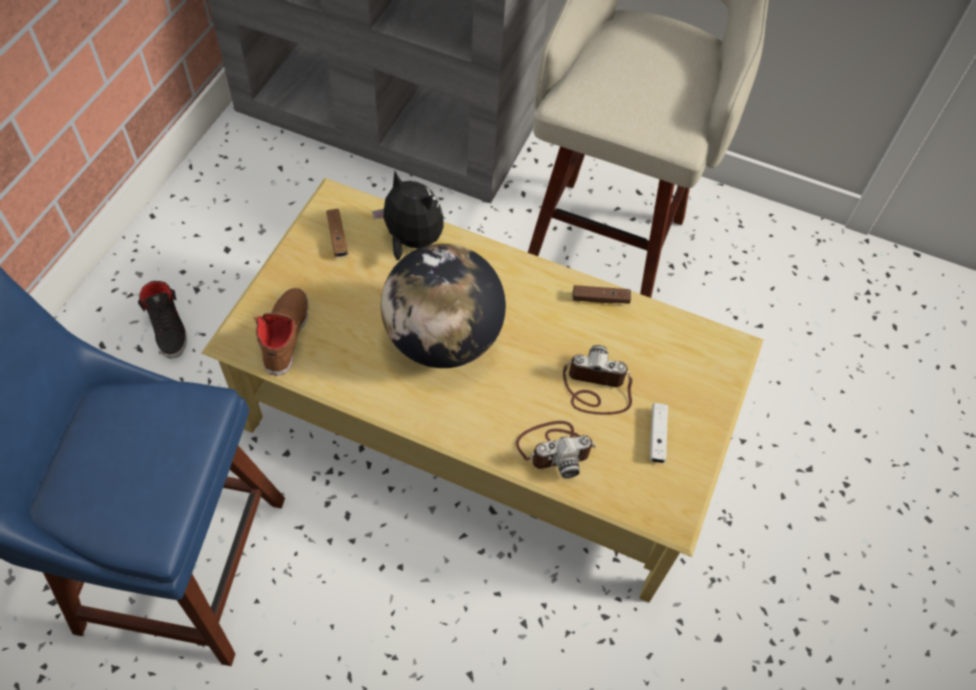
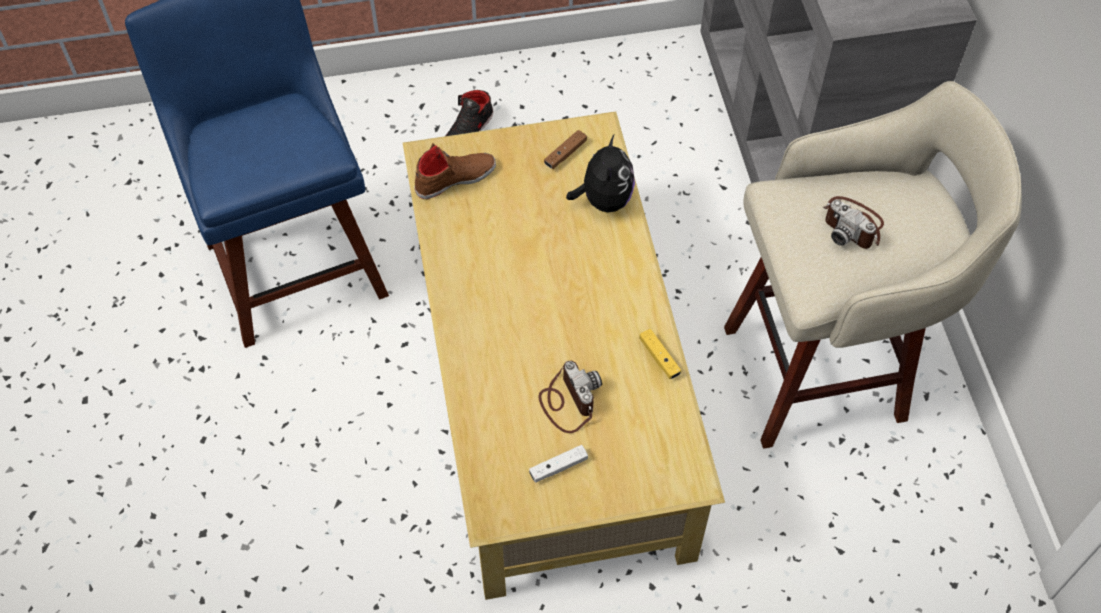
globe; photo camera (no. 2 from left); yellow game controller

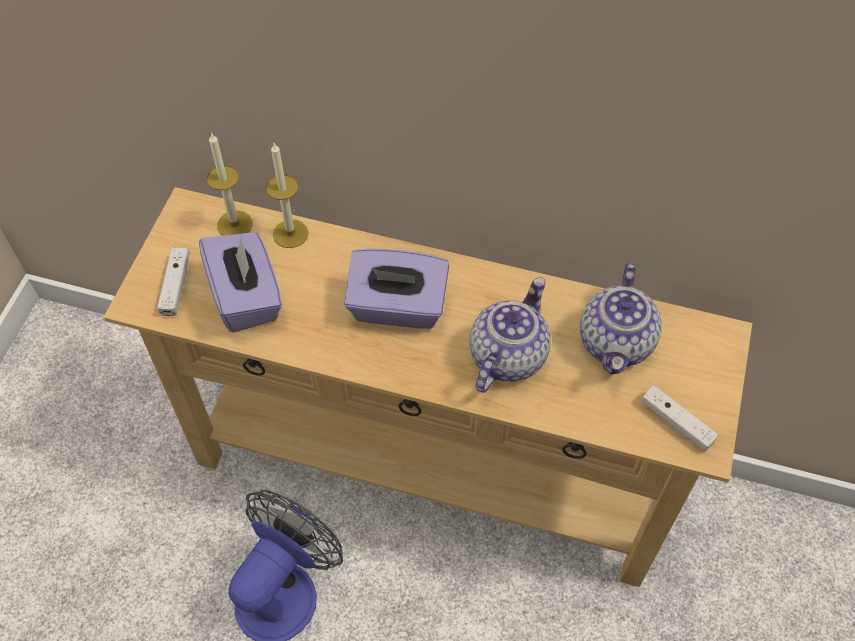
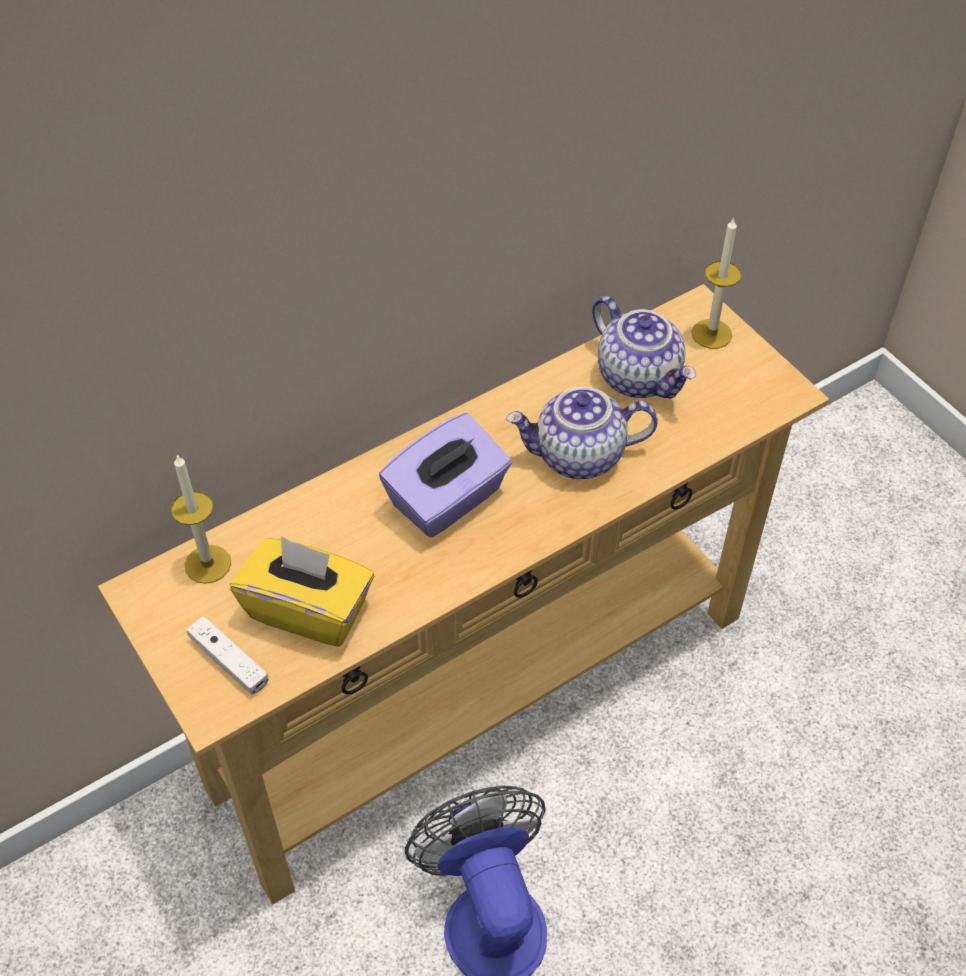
white game controller (no. 2 from left in the first image); candle (no. 2 from left); yellow tissue box; teapot (no. 1 from left)

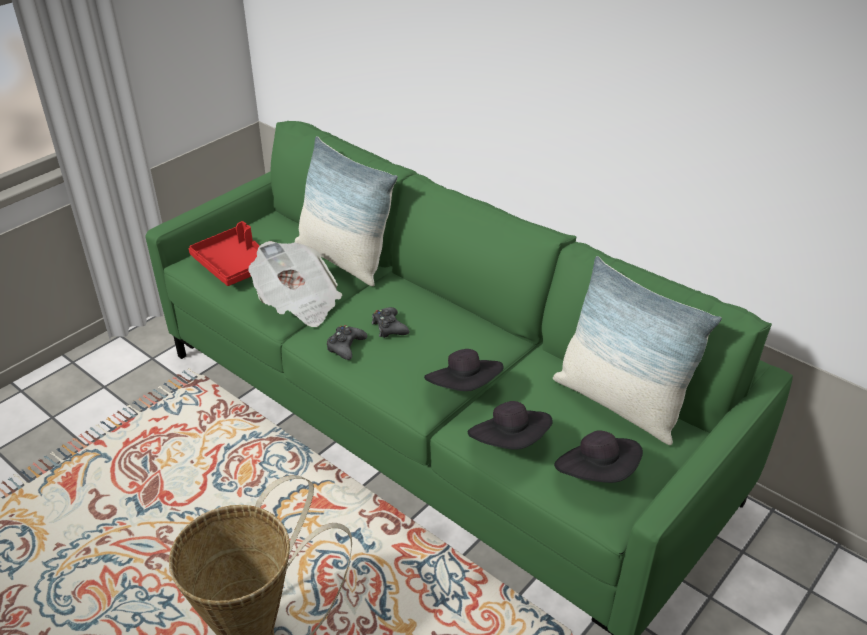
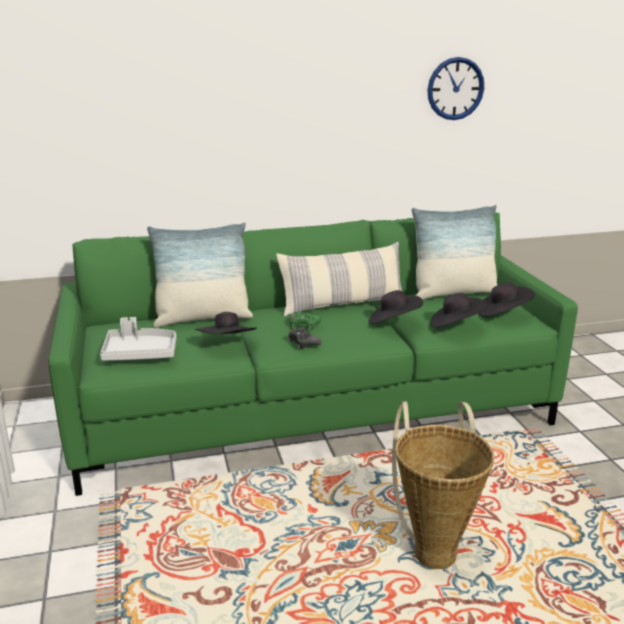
pillow (no. 2 from left); wall clock; black hat (no. 1 from left); grey tray; green game controller

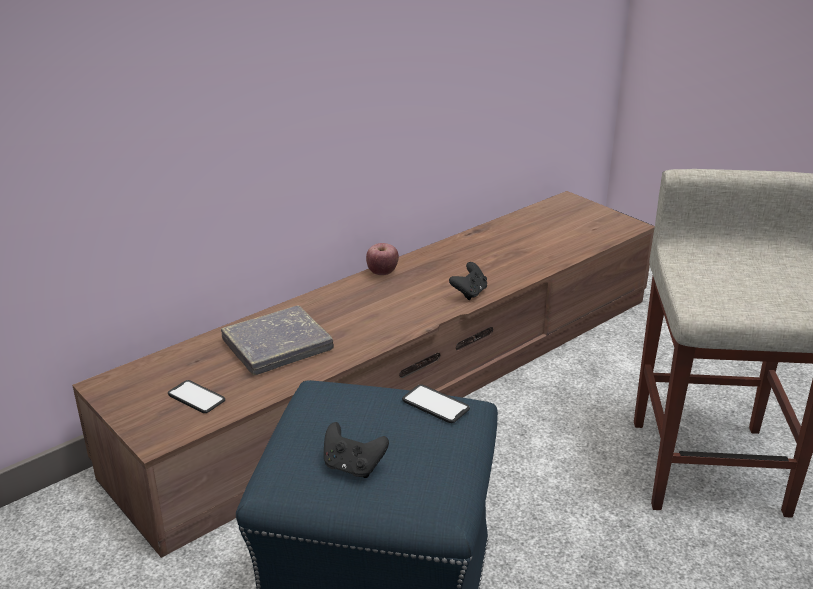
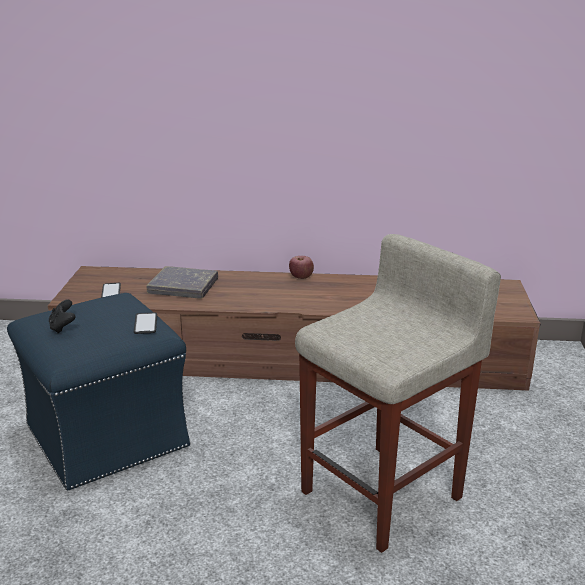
black game controller (no. 2 from left in the first image)

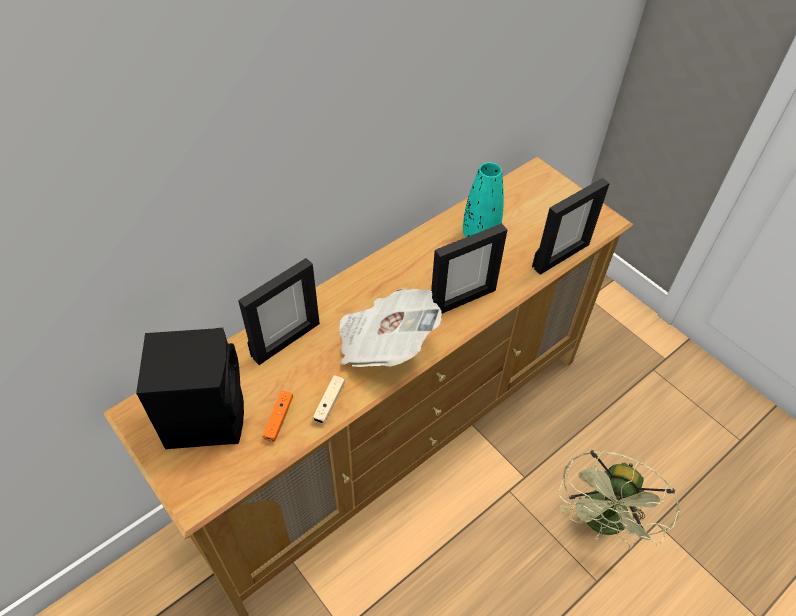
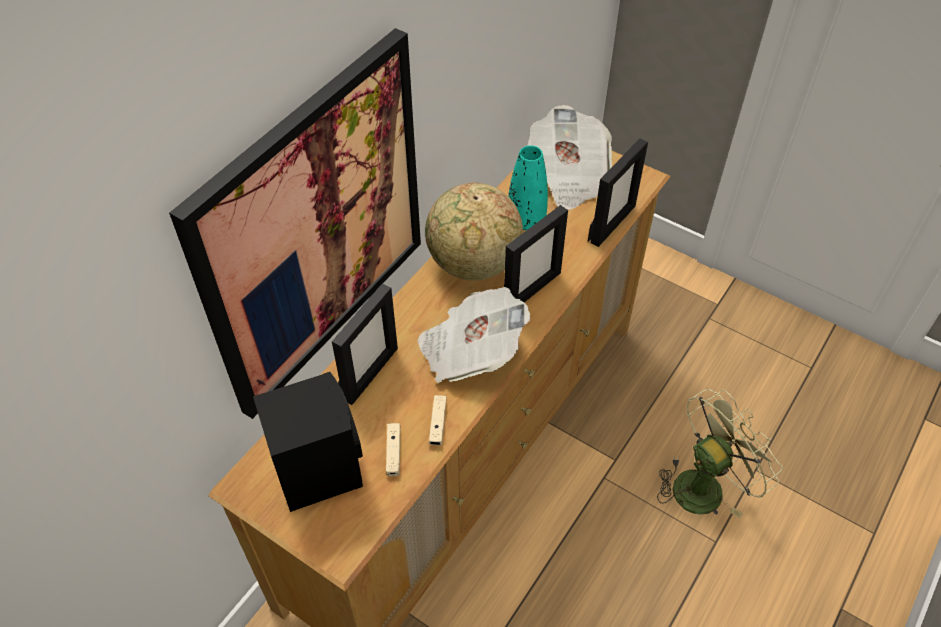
picture; globe; newspaper (no. 2 from left); beige game controller (no. 1 from left); green fan

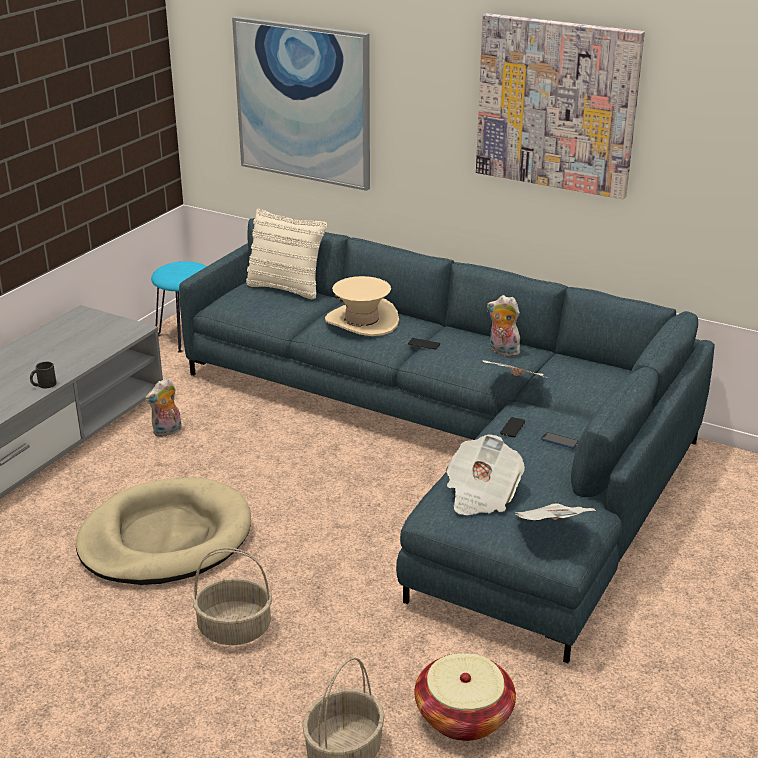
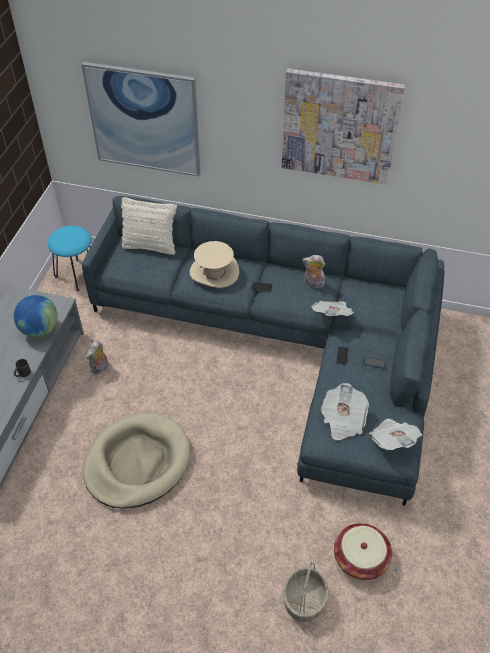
basket (no. 1 from left in the first image); globe

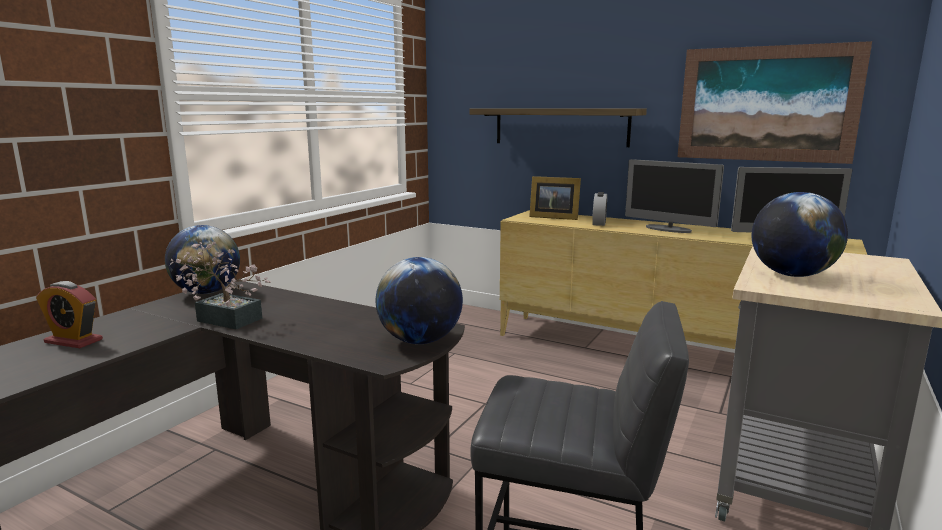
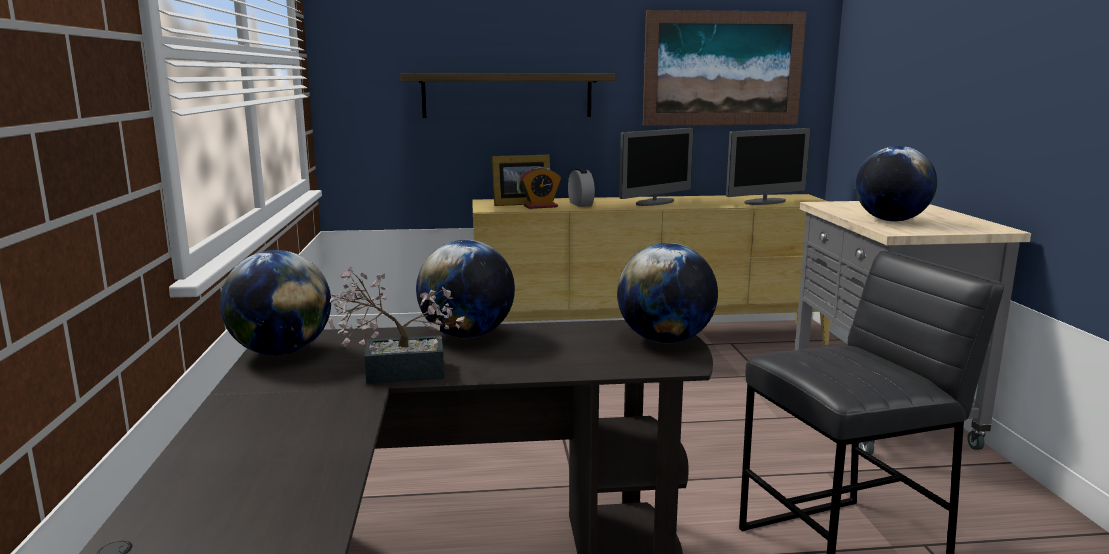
globe (no. 2 from left); alarm clock (no. 1 from left); monitor (no. 1 from left)

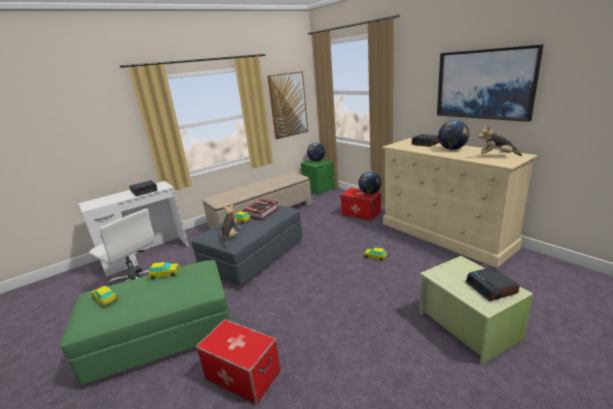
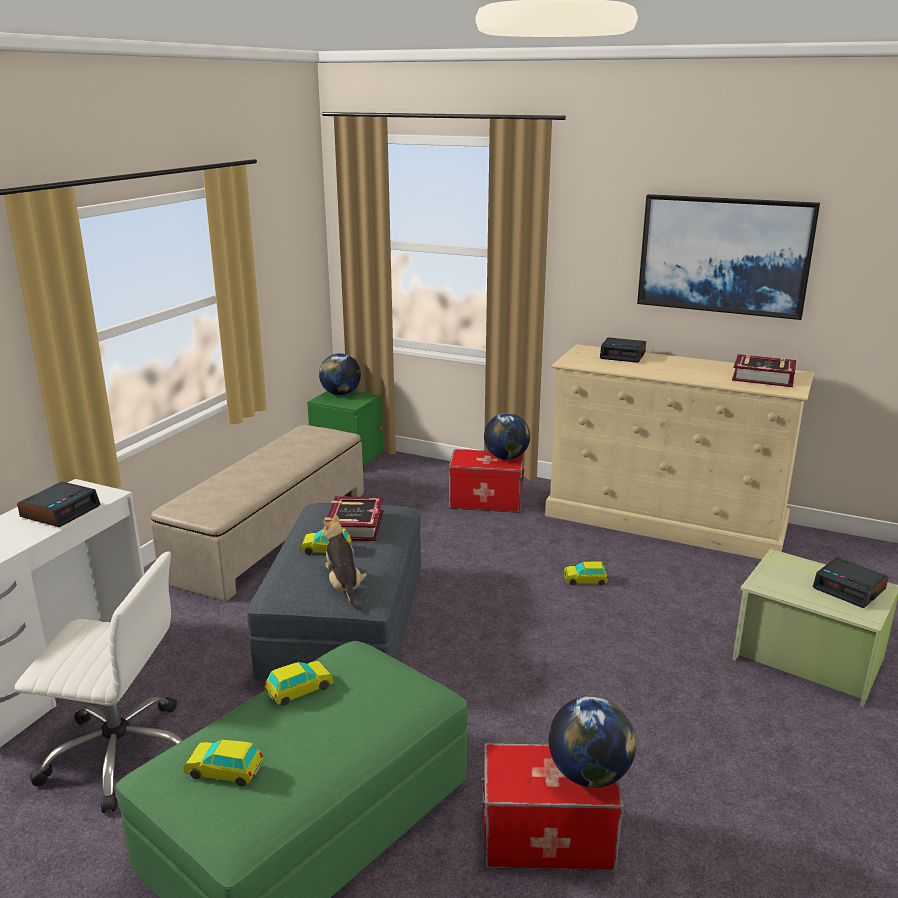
picture (no. 1 from left in the first image); globe (no. 3 from left); book (no. 2 from left)

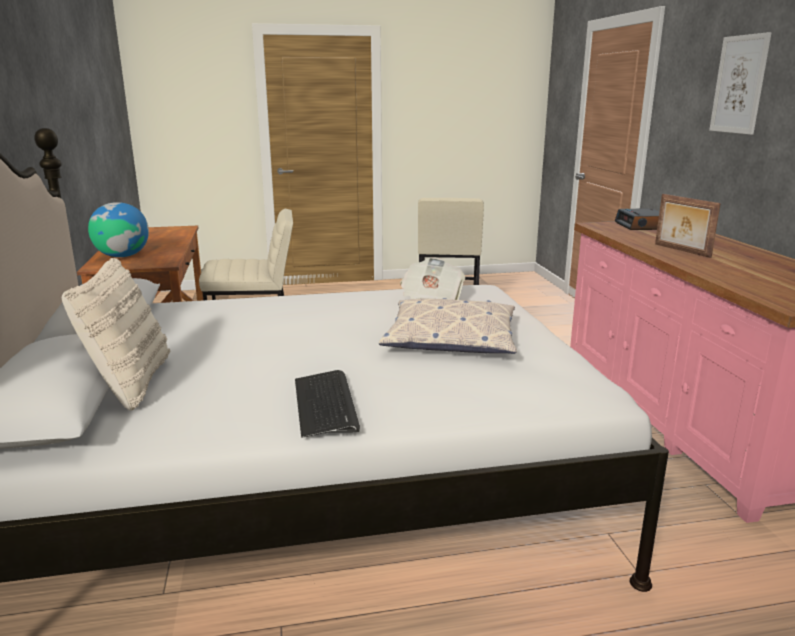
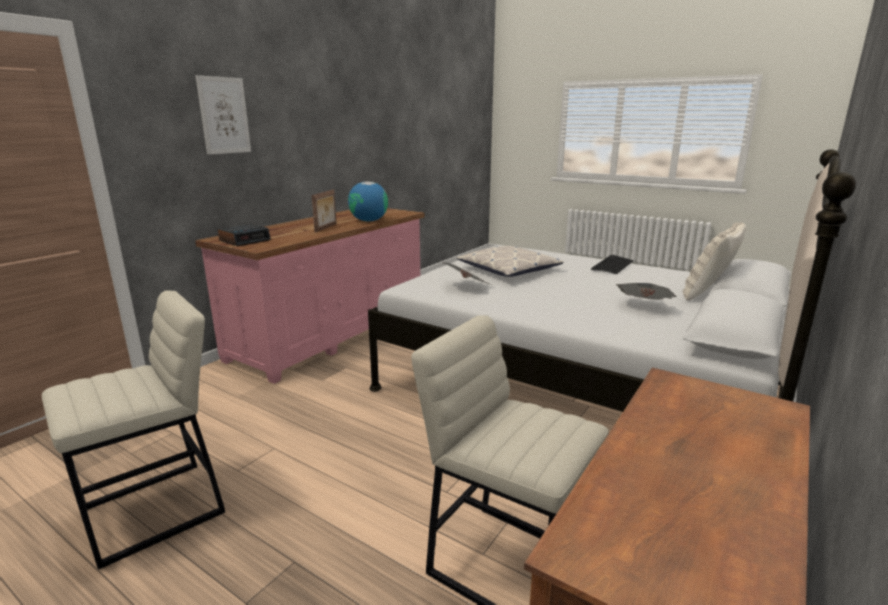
newspaper (no. 2 from left); globe

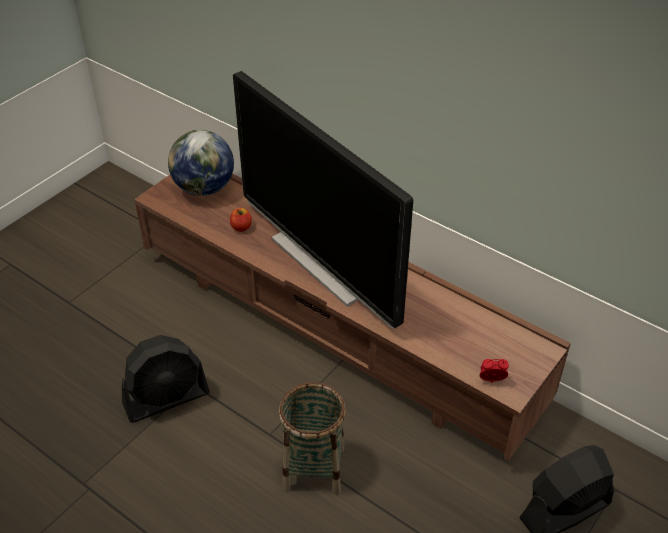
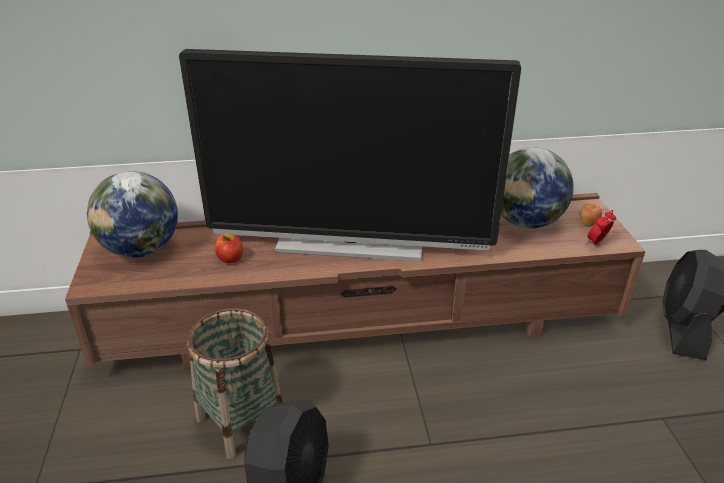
globe (no. 2 from left); apple (no. 2 from left); basket

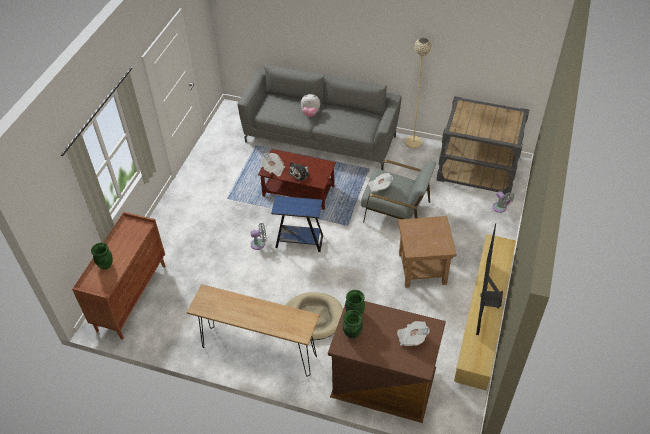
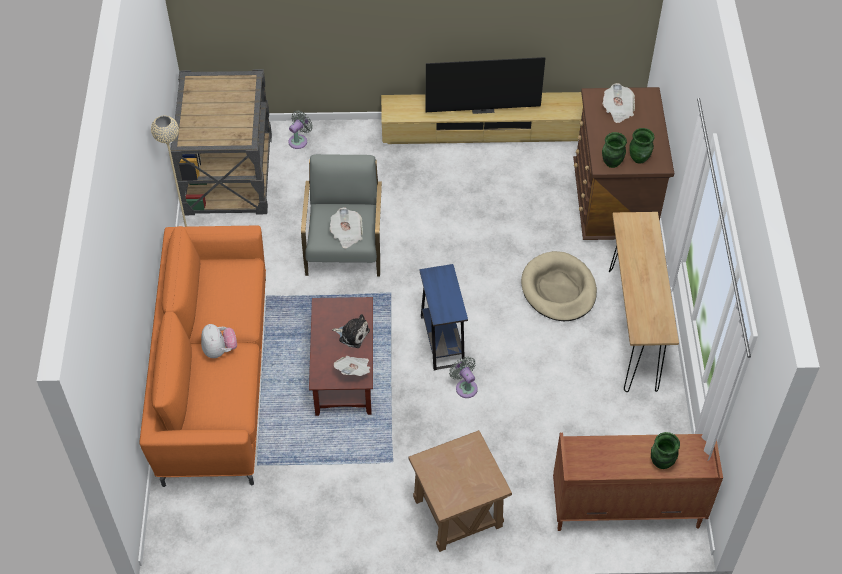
brown side table; orange sofa

